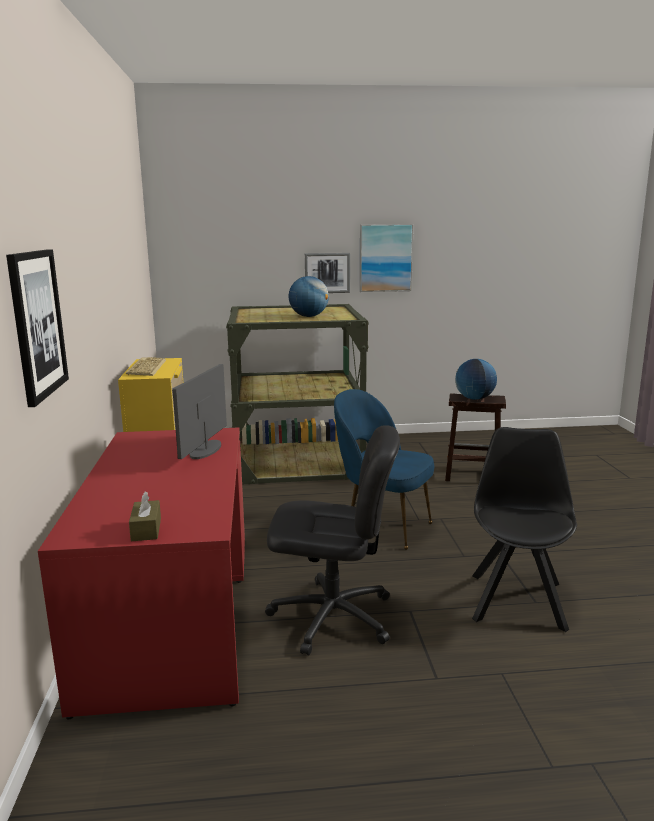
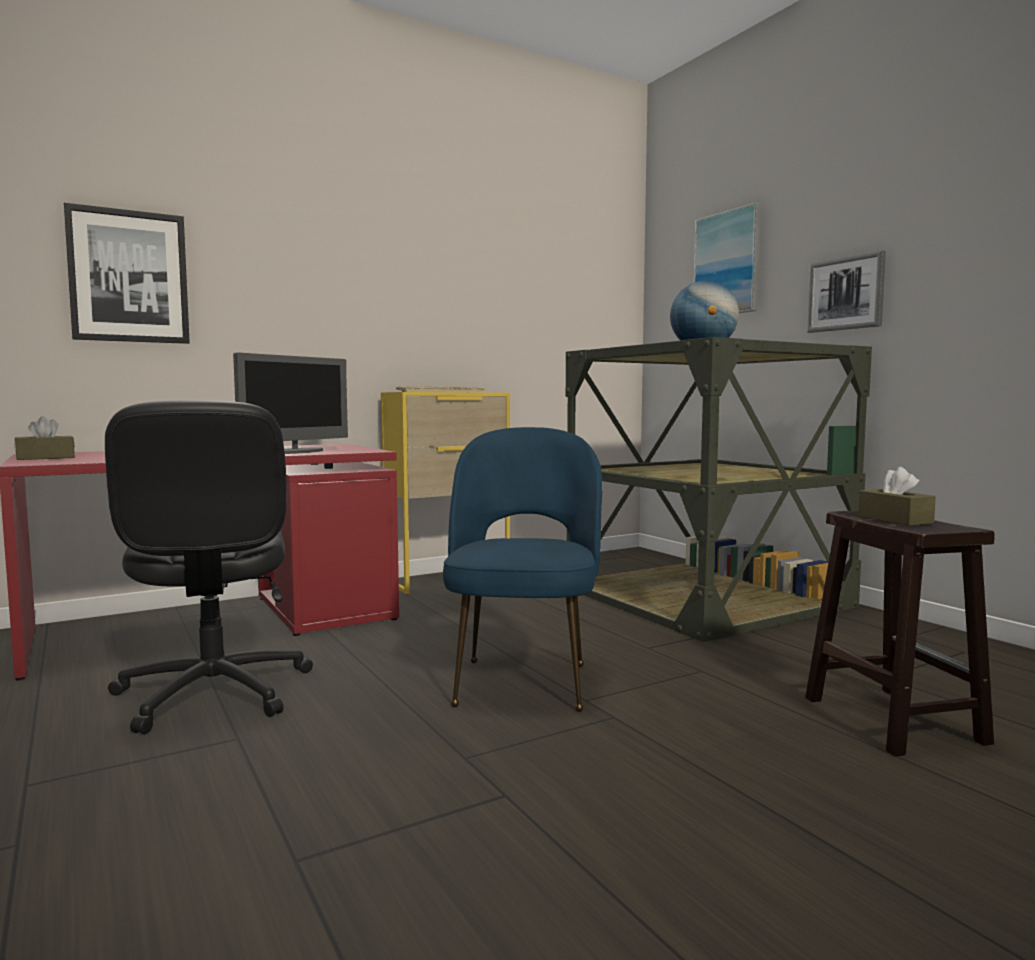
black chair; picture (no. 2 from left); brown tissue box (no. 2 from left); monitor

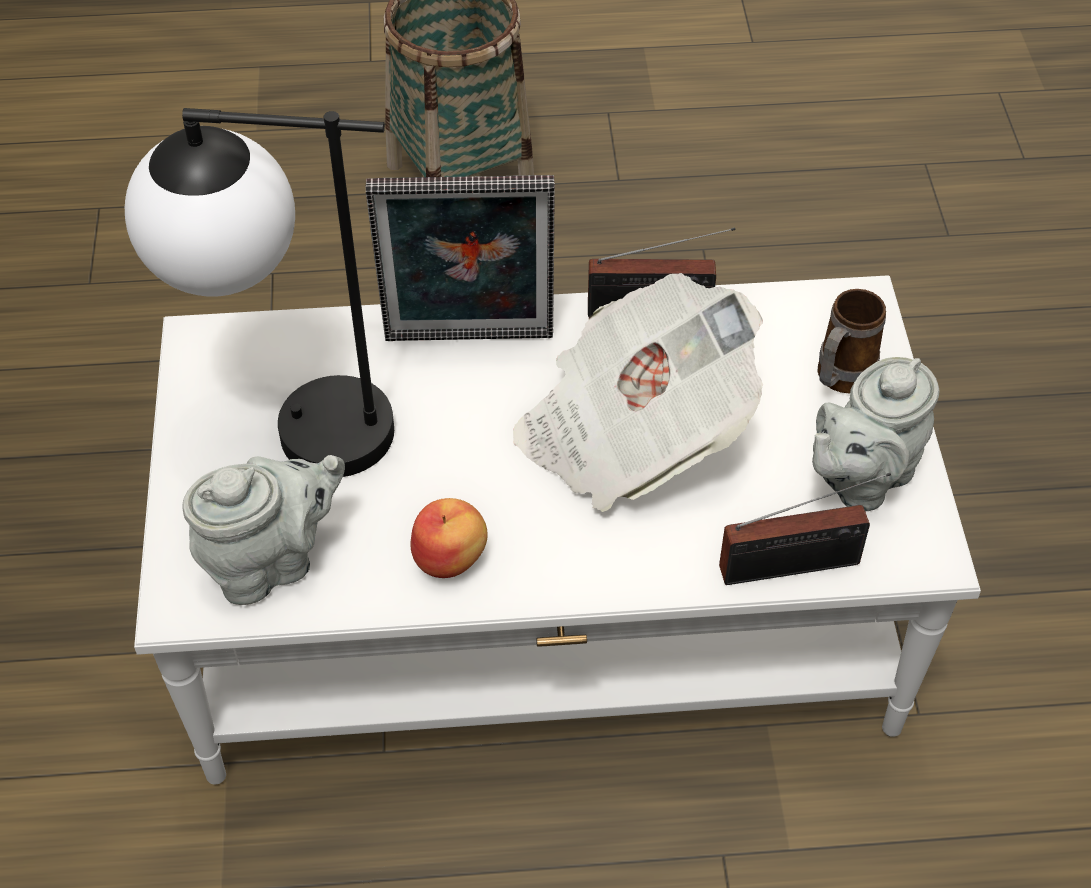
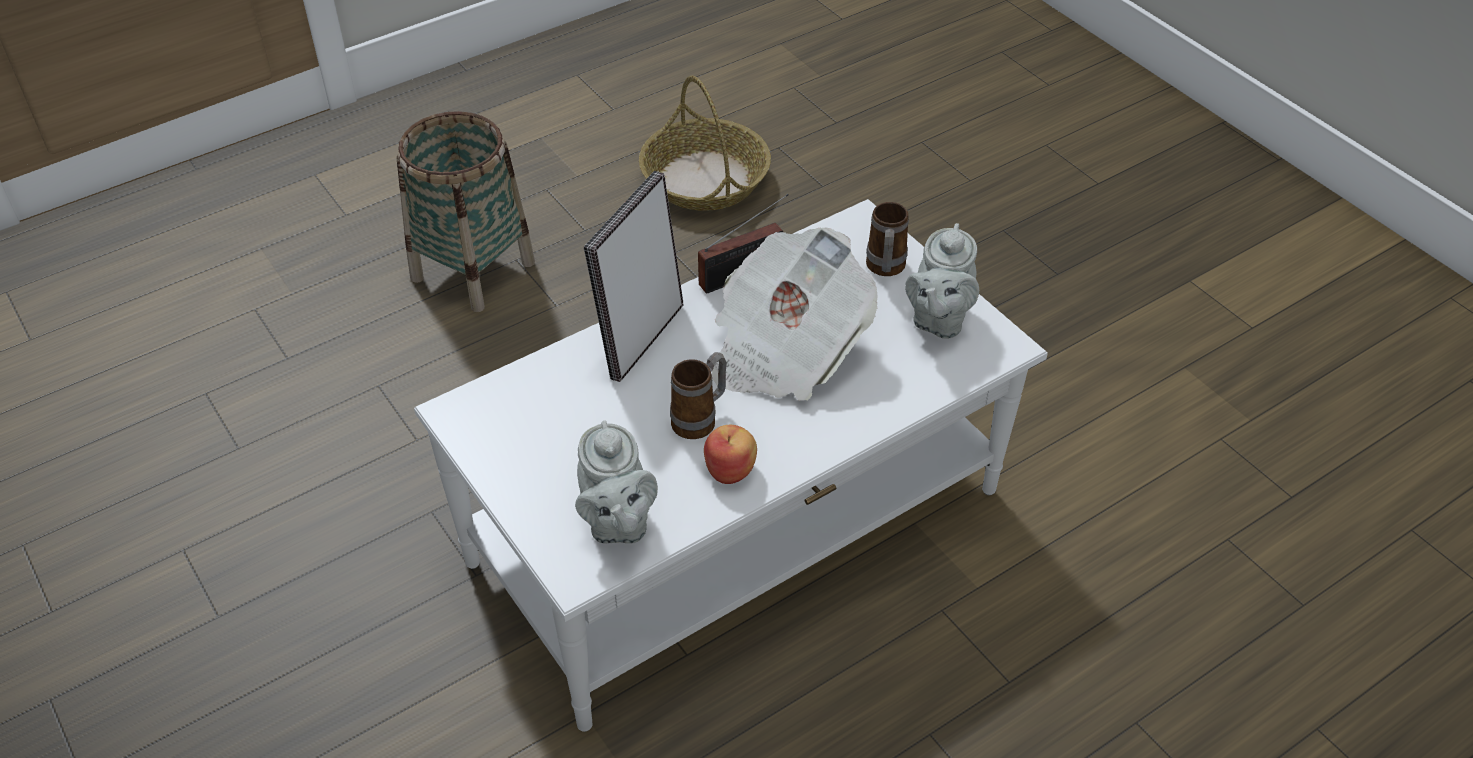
table lamp; radio (no. 2 from left in the first image); basket (no. 2 from left); mug (no. 1 from left); grey teapot (no. 1 from left); picture frame

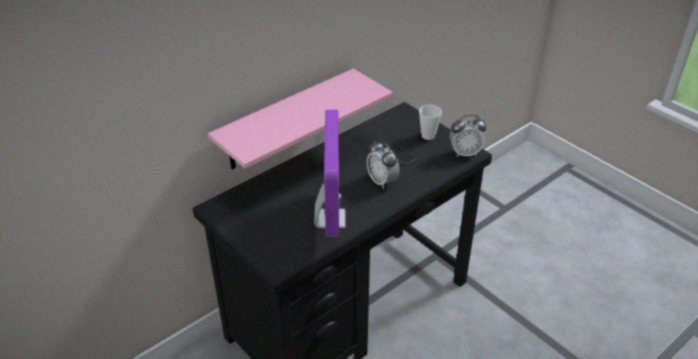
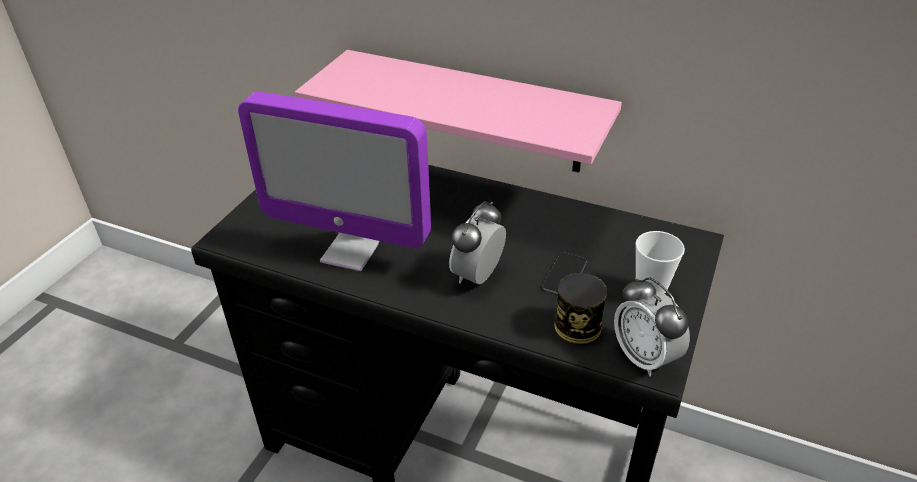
can; monitor

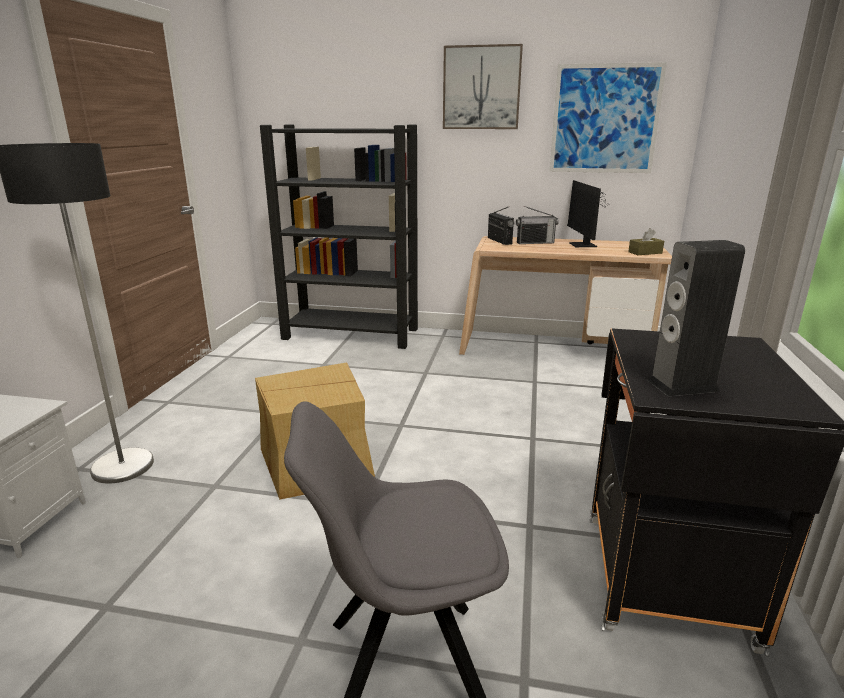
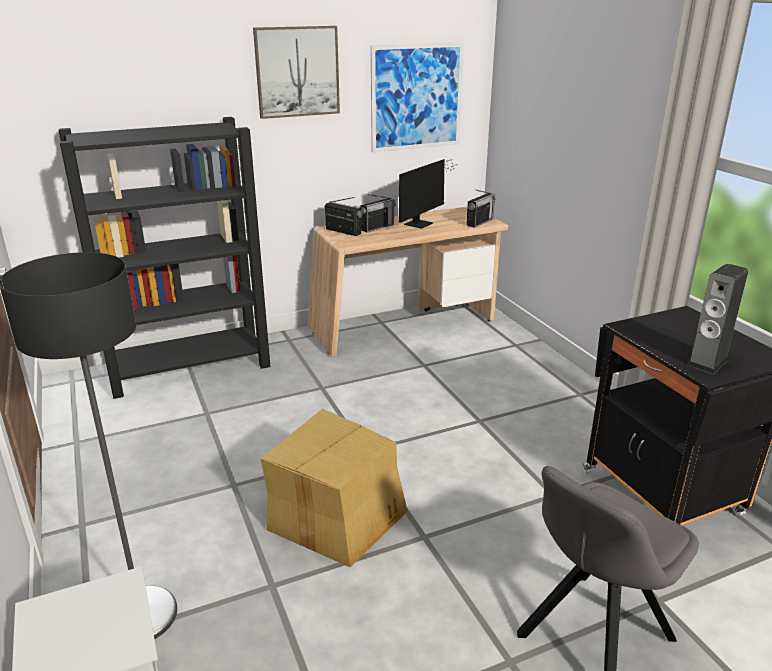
radio (no. 3 from left); monitor

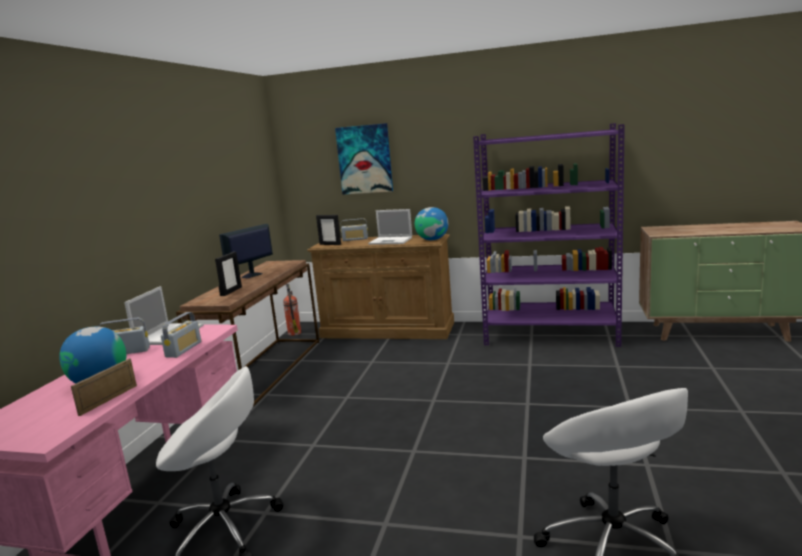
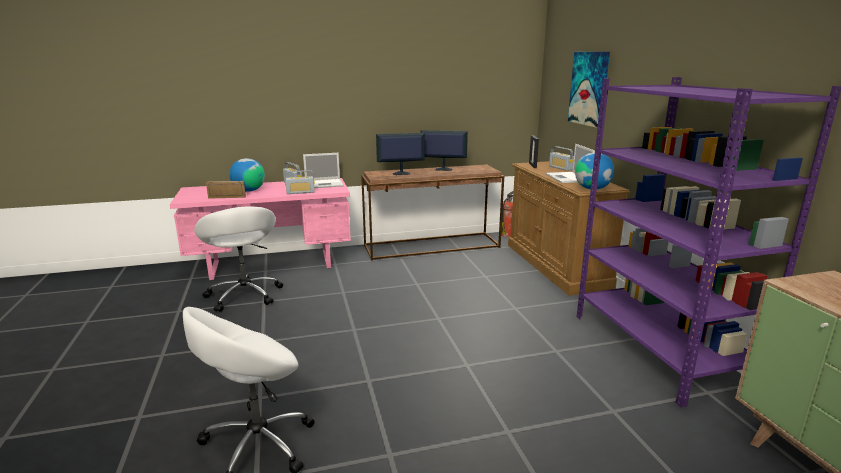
monitor (no. 1 from left)

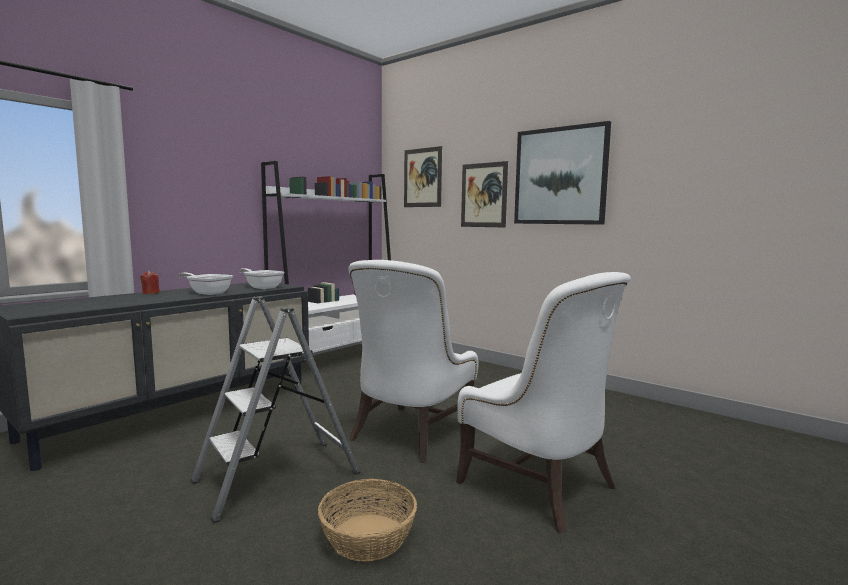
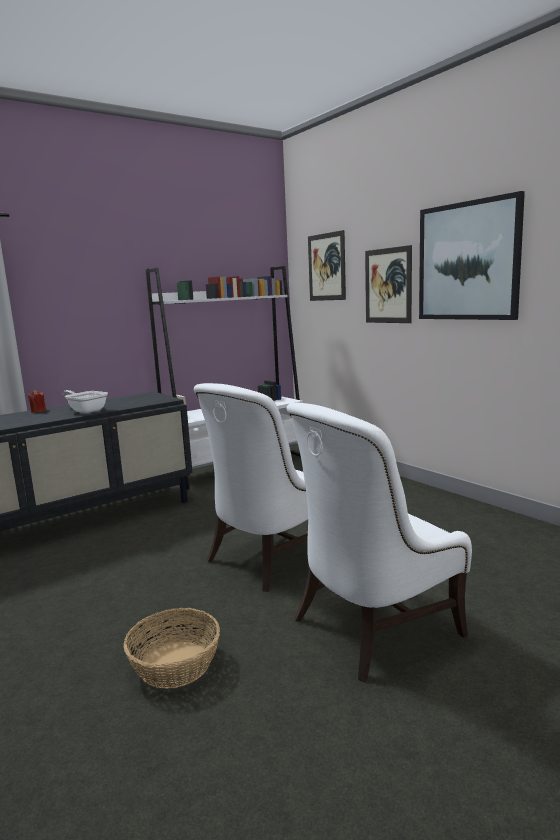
grey step ladder; frying pan (no. 2 from left in the first image); white chair (no. 2 from left)

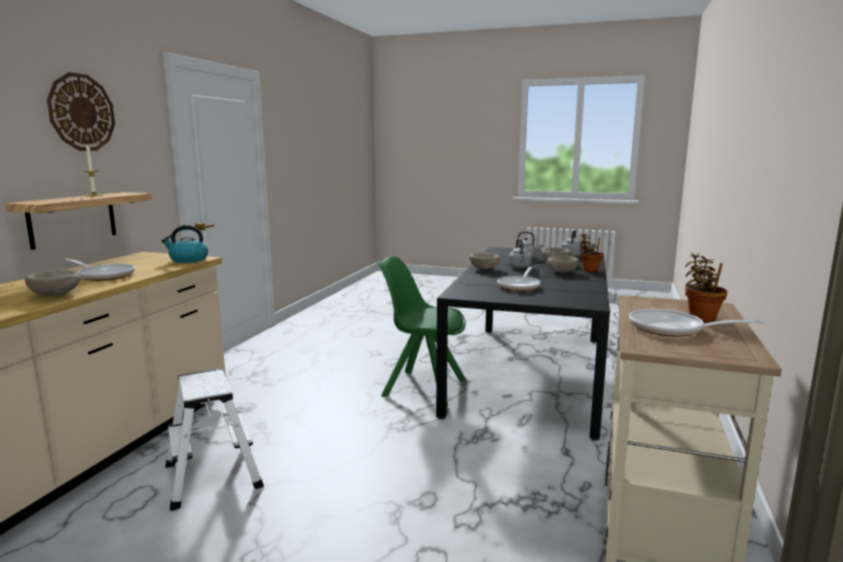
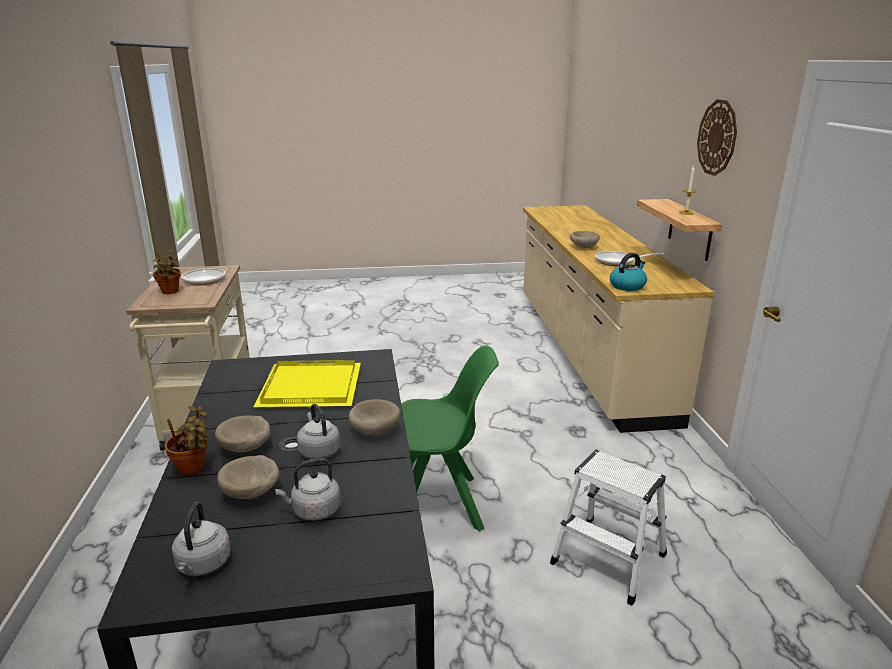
white step ladder; yellow tray

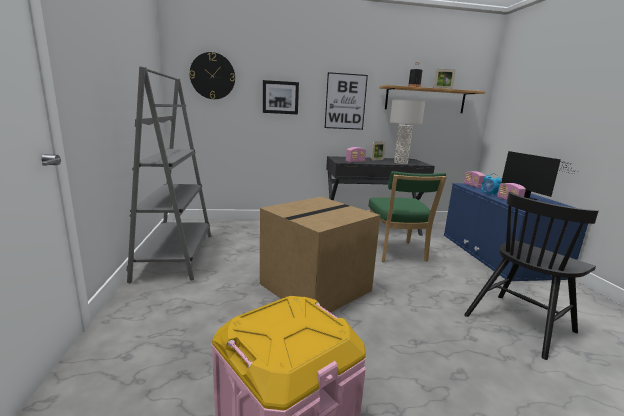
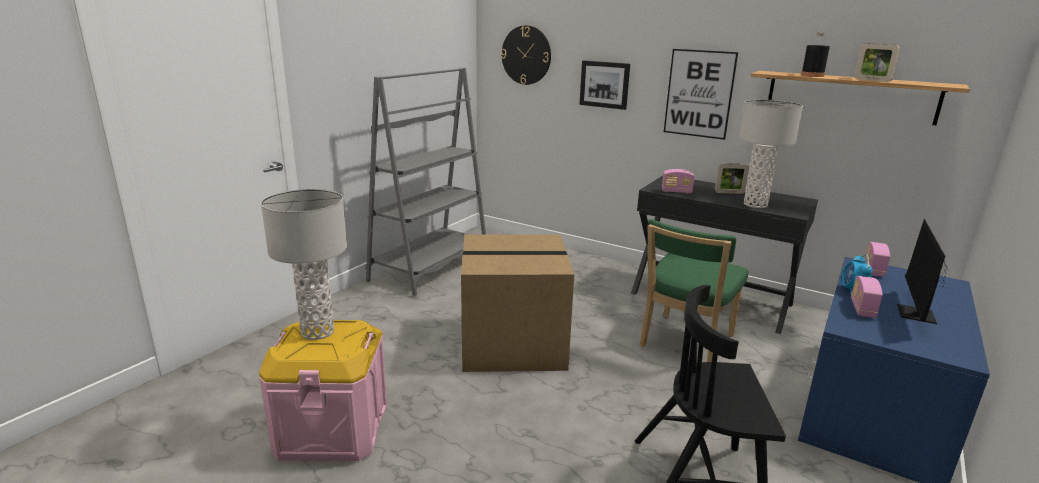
white table lamp (no. 1 from left)

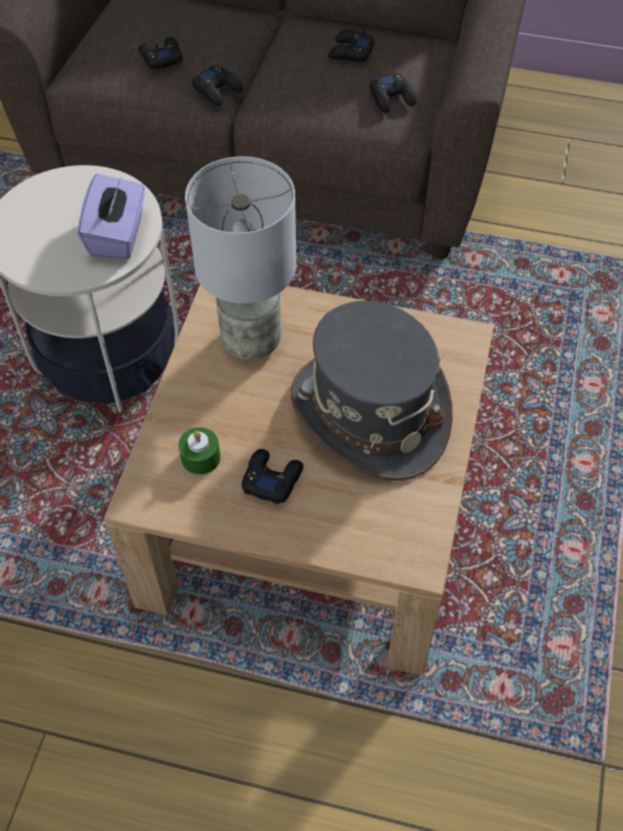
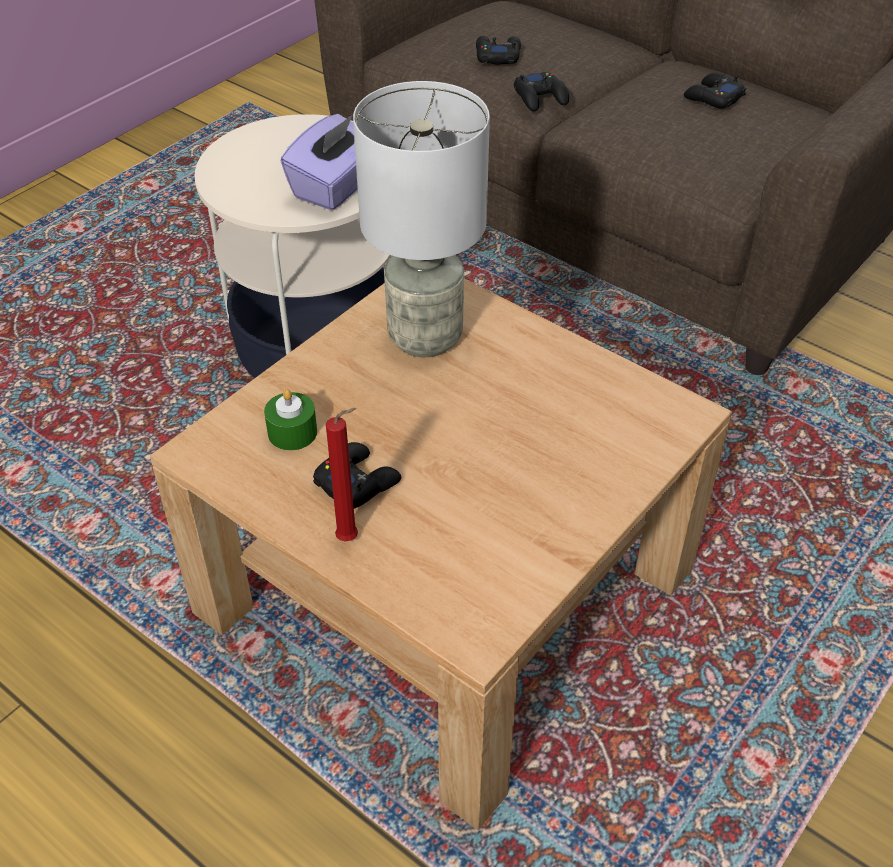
grey hat; black game controller (no. 5 from left in the first image); red candle

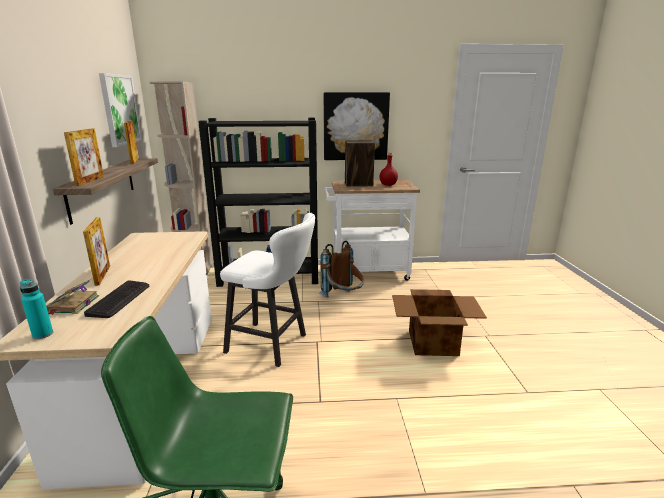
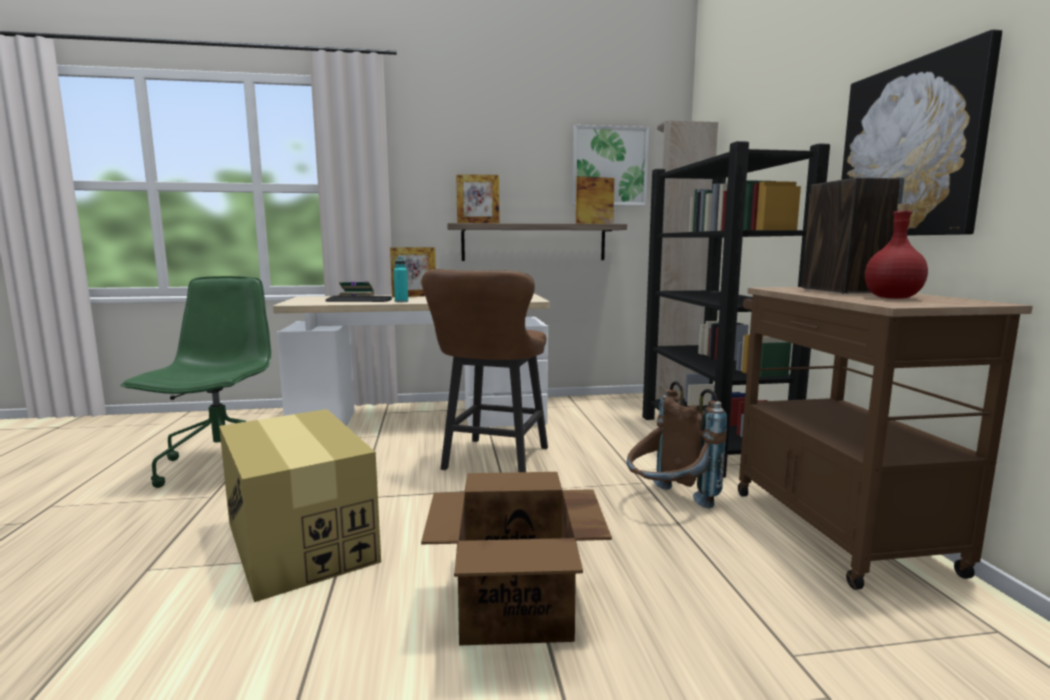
cardboard box (no. 1 from left); turquoise bottle; brown stool; brown cart

